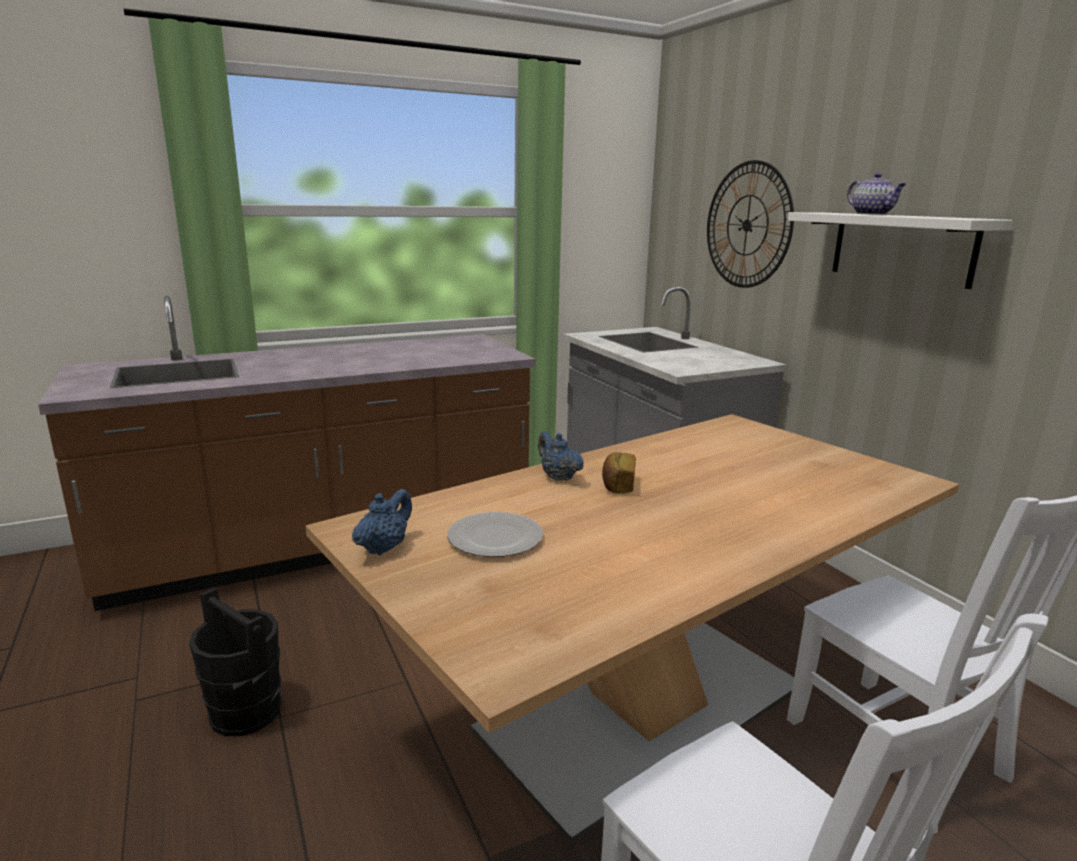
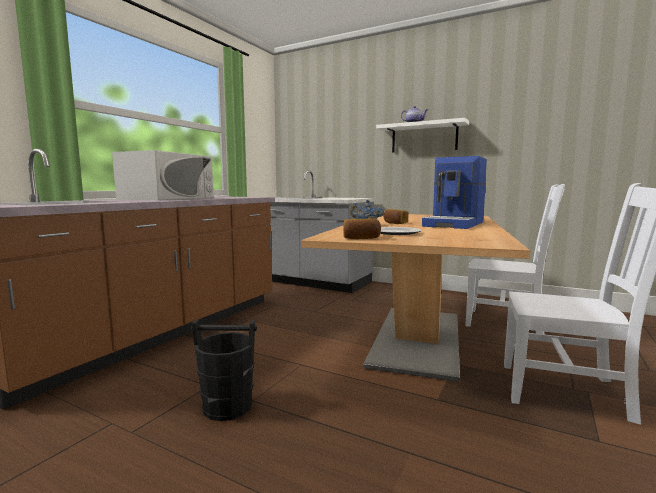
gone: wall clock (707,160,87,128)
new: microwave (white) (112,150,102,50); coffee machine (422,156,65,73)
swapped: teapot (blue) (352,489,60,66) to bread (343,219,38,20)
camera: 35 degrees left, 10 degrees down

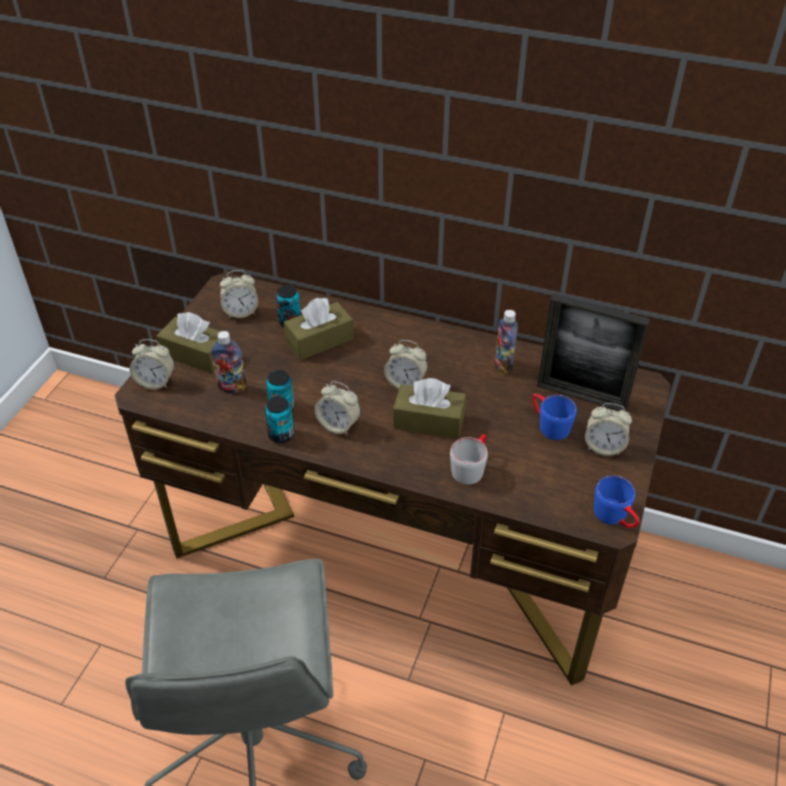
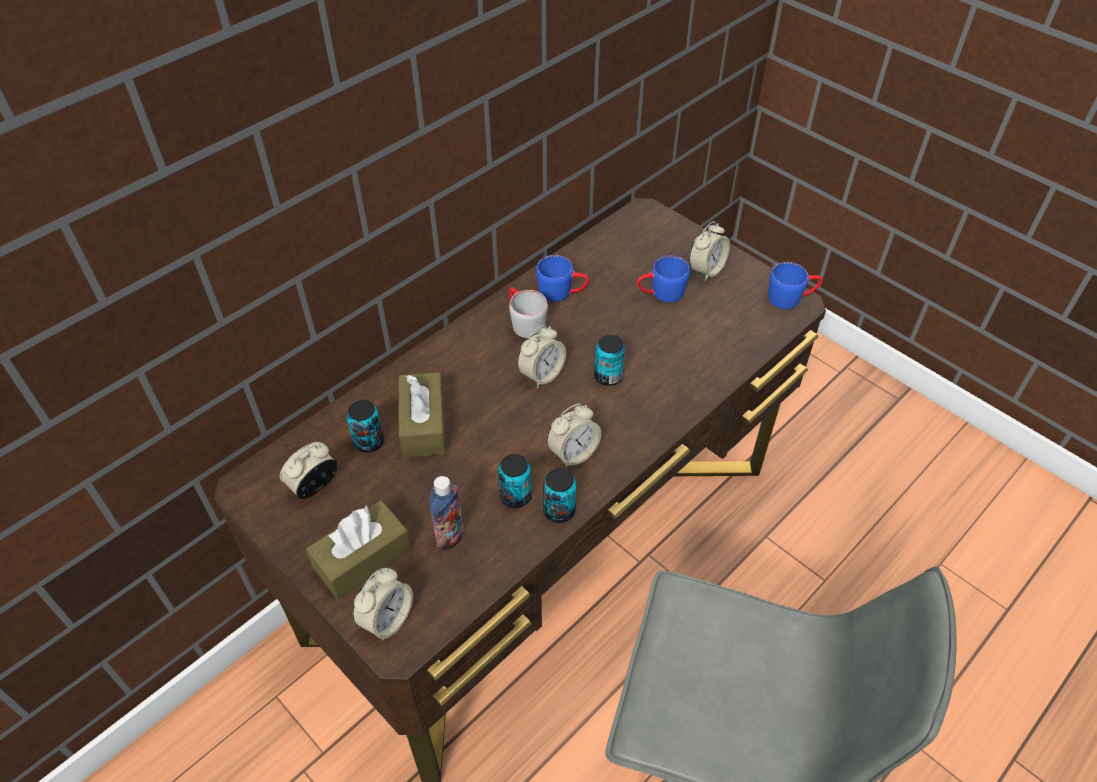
gone: picture frame (537,293,113,118)
shifted: mug (grey) (450,434,38,51) to (509,288,39,50)
swapped: tissue box (brown) (393,378,73,61) to can (594,335,31,51); bottle (495,310,23,64) to mug (blue) (536,255,53,47)
rotated: alarm clock (220,270,38,48) = (280,442,58,57) 150 degrees counterclockwise
camera: 65 degrees left, 5 degrees up

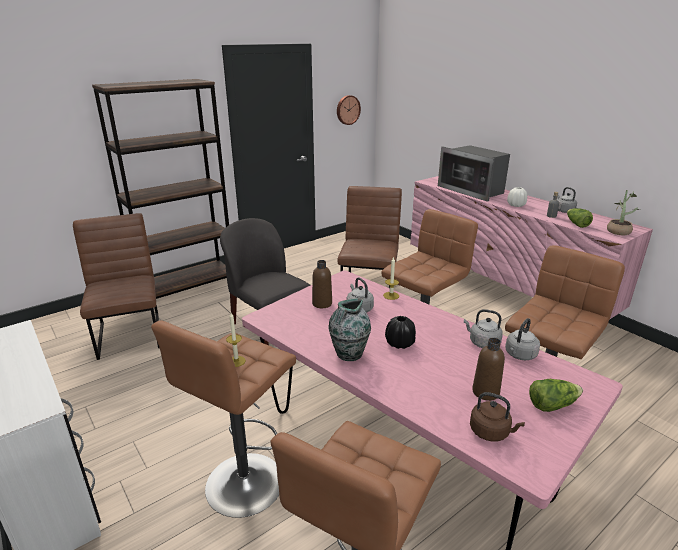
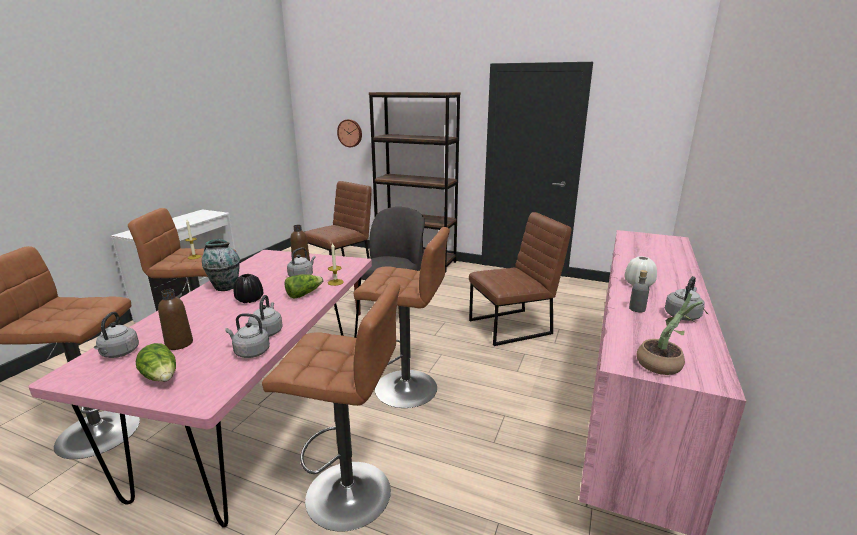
gone: microwave (438,145,72,57)
shifted: wall clock (337,95,24,30) to (337,119,25,28); lettuce (567,208,26,20) to (285,274,39,25)
repainted: kettle (brown) (470,392,55,50) to kettle (grey) (94,312,45,46)
camera: 60 degrees right, 5 degrees down

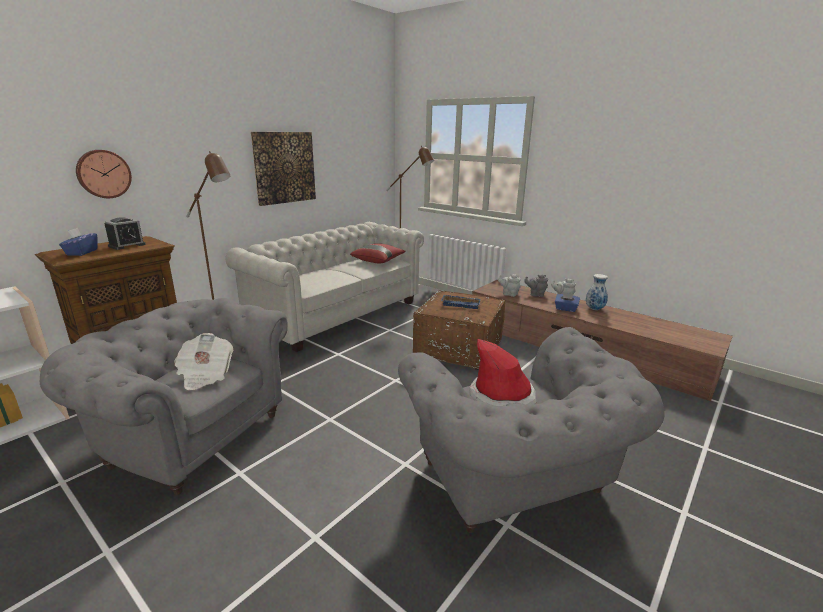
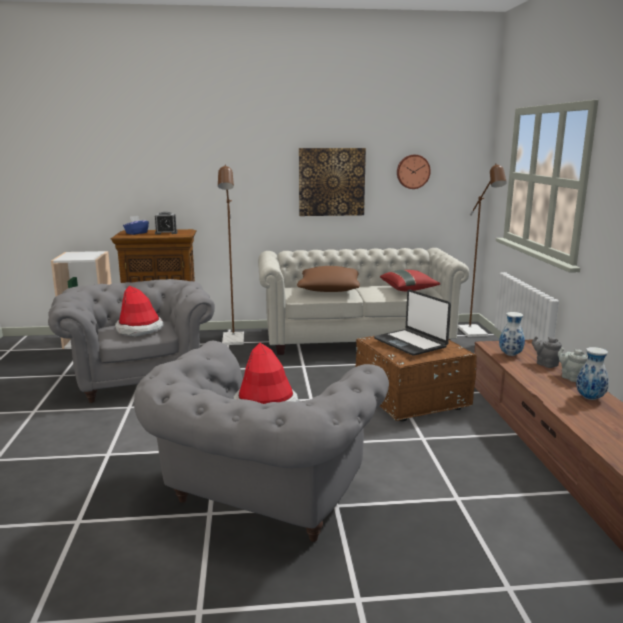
gone: tissue box (blue) (555,293,25,19)
new: pillow (brown) (297,266,63,26)
shifted: wall clock (76,150,56,48) to (397,155,34,34)
swapped: newspaper (174,333,59,57) to hat (115,286,48,51); tray (blue) (441,295,40,14) to laptop (374,289,77,67); teapot (grey) (498,274,23,23) to vase (499,312,26,44)
camera: 45 degrees right, 5 degrees down

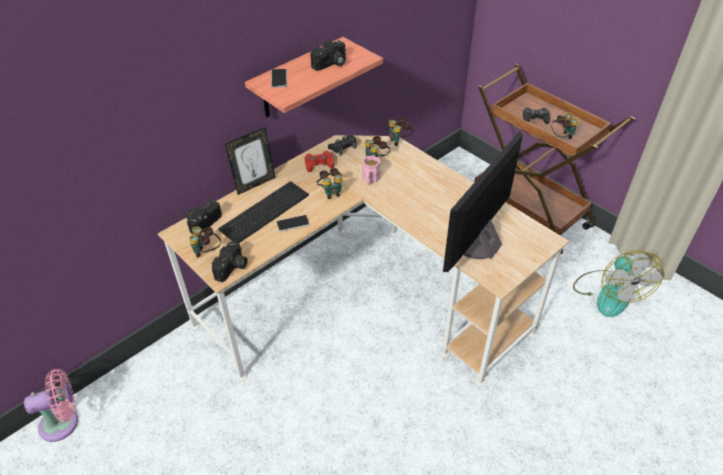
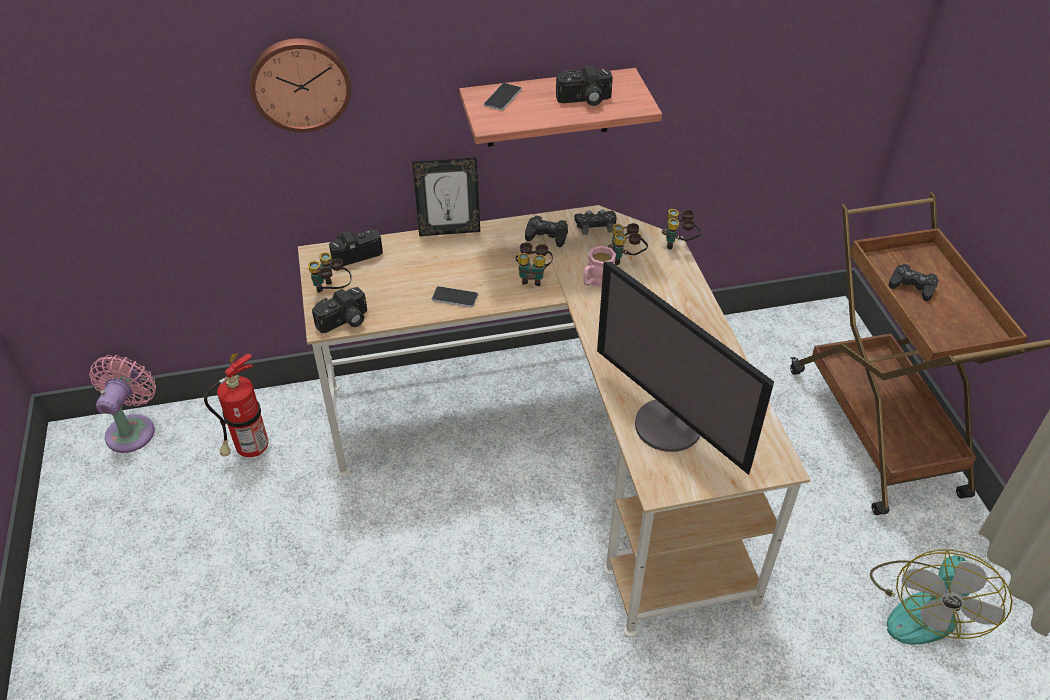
gone: keyboard (218,182,91,61); binoculars (552,113,27,26)
new: fire extinguisher (204,353,64,104); wall clock (250,38,101,94)
repainted: game controller (red) (305,151,29,21) to game controller (black) (525,216,43,31)
rotated: fan (pink) (24,369,54,73) = (89,355,67,98) 90 degrees counterclockwise; monitor (443,131,80,141) = (597,262,177,213) 105 degrees counterclockwise
camera: 30 degrees right, 0 degrees up

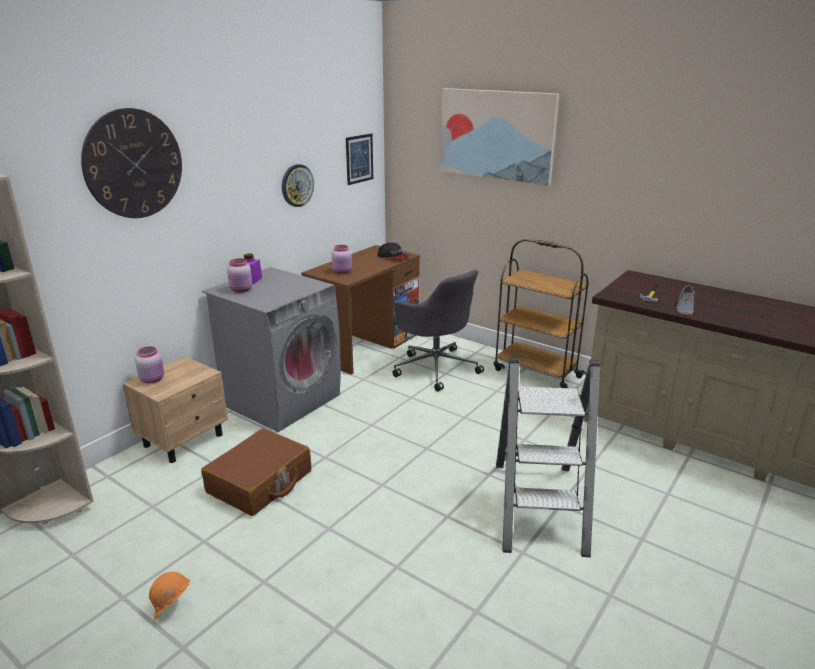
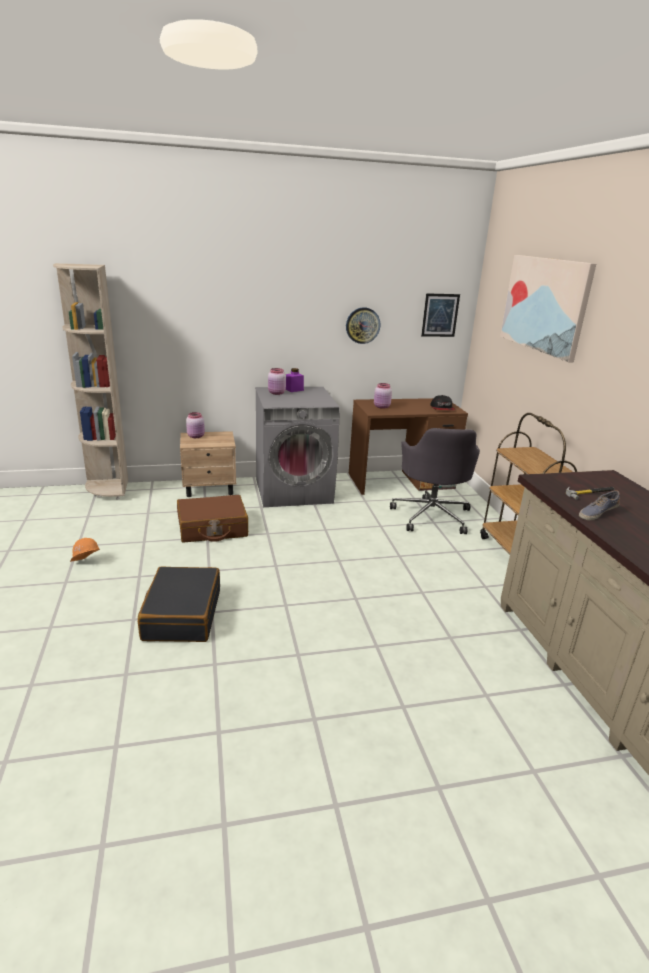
gone: wall clock (81,108,101,110); step ladder (grey) (496,357,104,200)
new: suitcase (black) (138,567,82,75)
camera: 40 degrees right, 0 degrees up

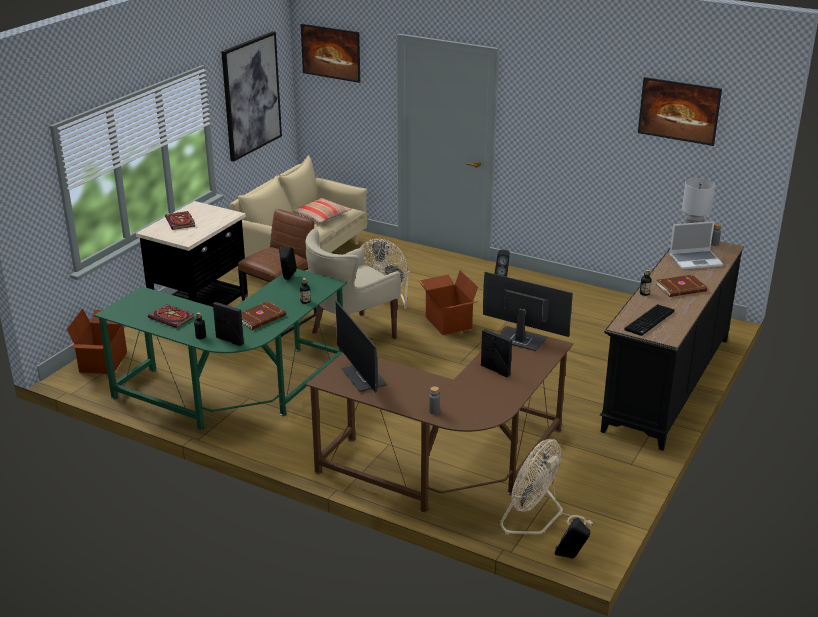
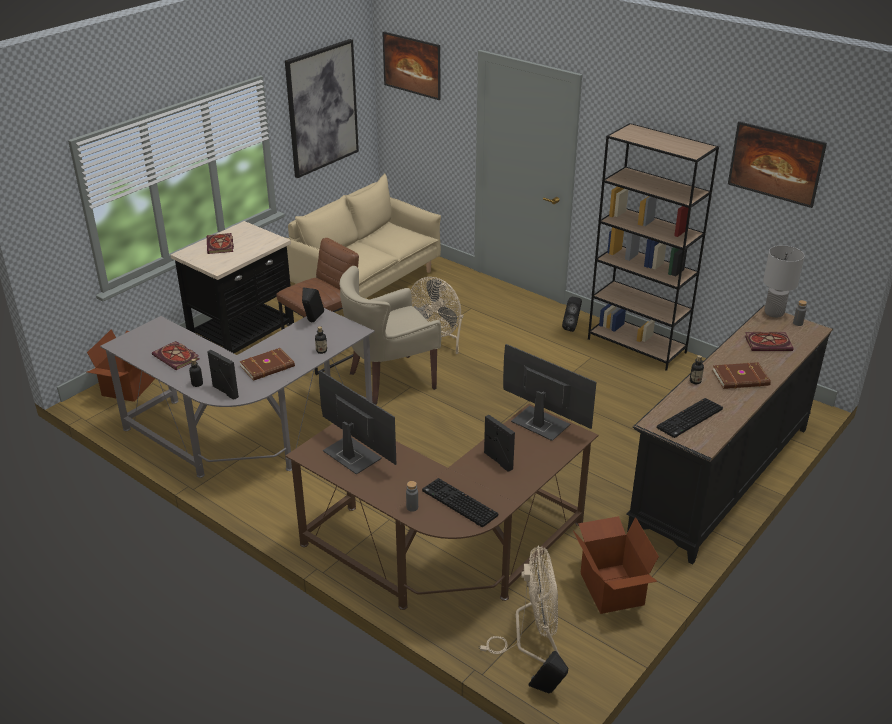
gone: pillow (292,198,59,25)
new: keyboard (422,478,76,49); bookcase (beige) (588,123,131,248)
shifted: cardboard box (419,271,59,64) to (573,516,86,98)
swapped: laptop (669,221,54,49) to book (745,332,49,19)
repainted: desk (green) (94,269,253,161) to desk (grey) (100,308,275,170)
rotated: monitor (336,301,51,92) = (319,370,77,105) 150 degrees clockwise; fan (beige) (500,439,94,96) = (479,546,80,117) 135 degrees clockwise
camera: 10 degrees right, 5 degrees up

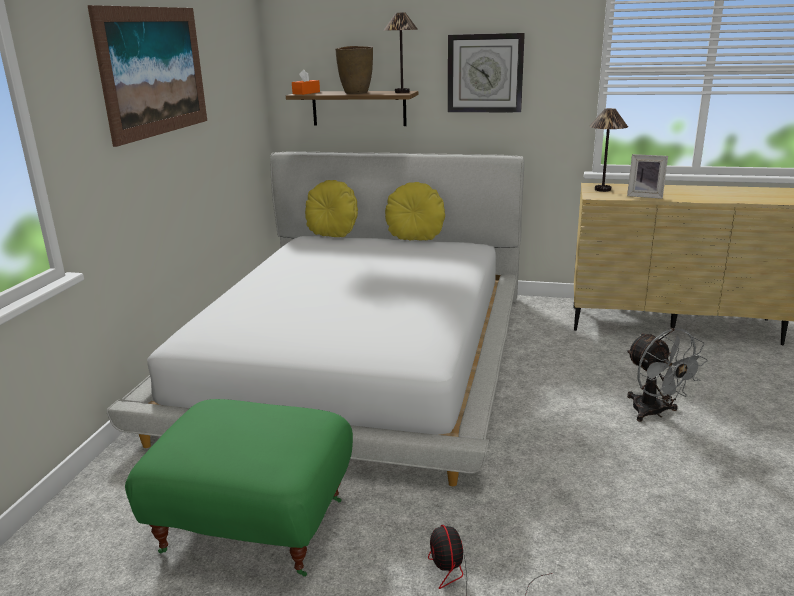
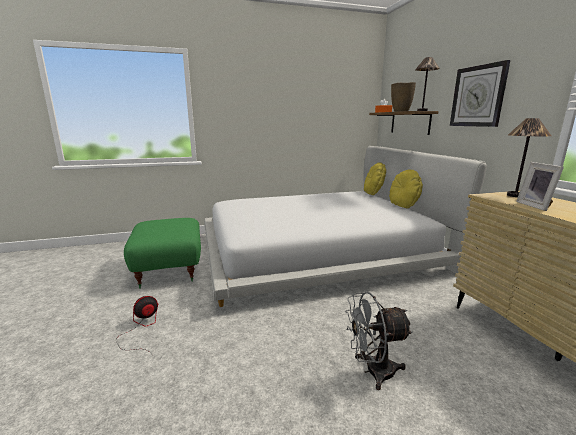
gone: picture (87,5,120,142)
rotated: fan (grey) (627,328,81,94) = (345,292,68,98) 45 degrees clockwise
camera: 60 degrees right, 5 degrees down

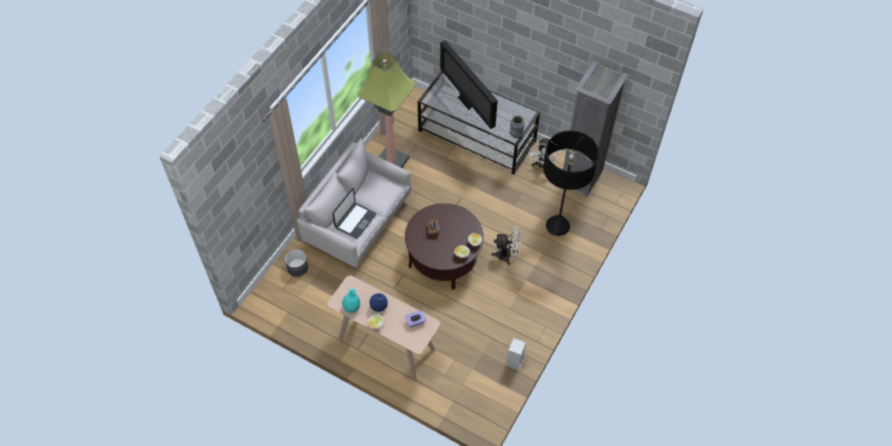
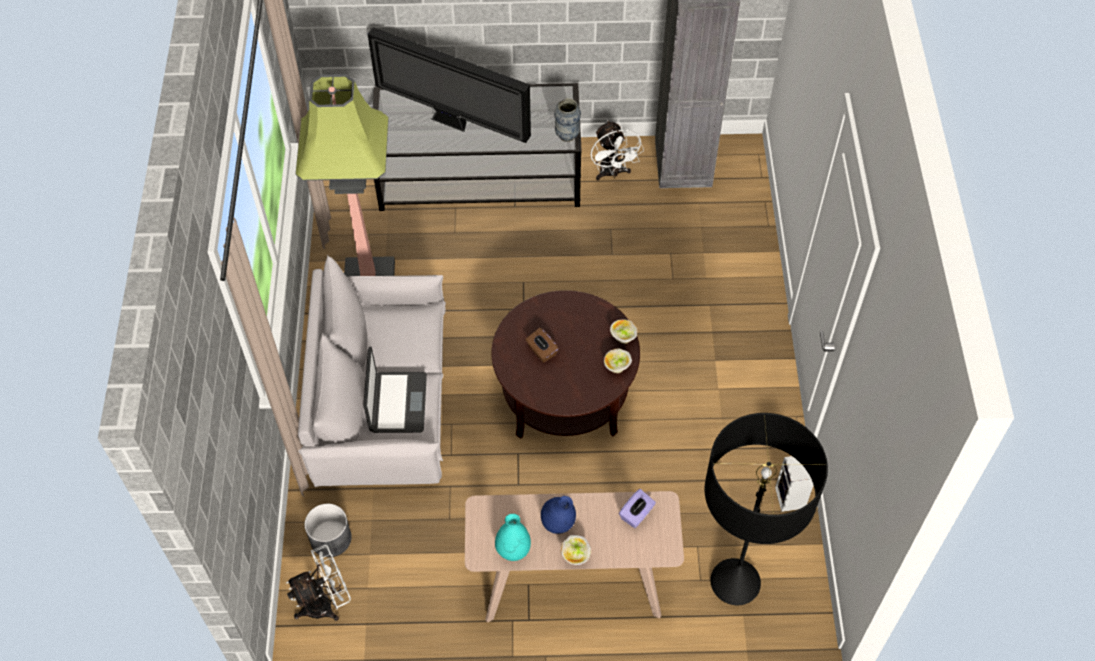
shifted: fan (white) (491,226,30,39) to (286,545,65,76); floor lamp (black) (543,131,56,105) to (705,413,123,192)
camera: 30 degrees left, 0 degrees up

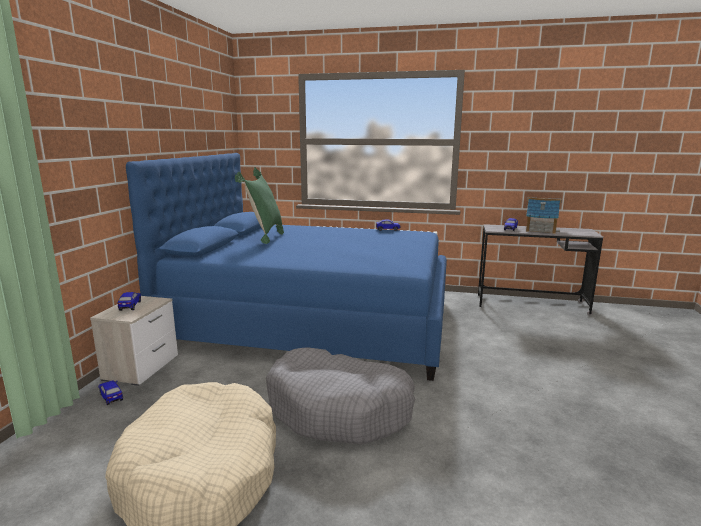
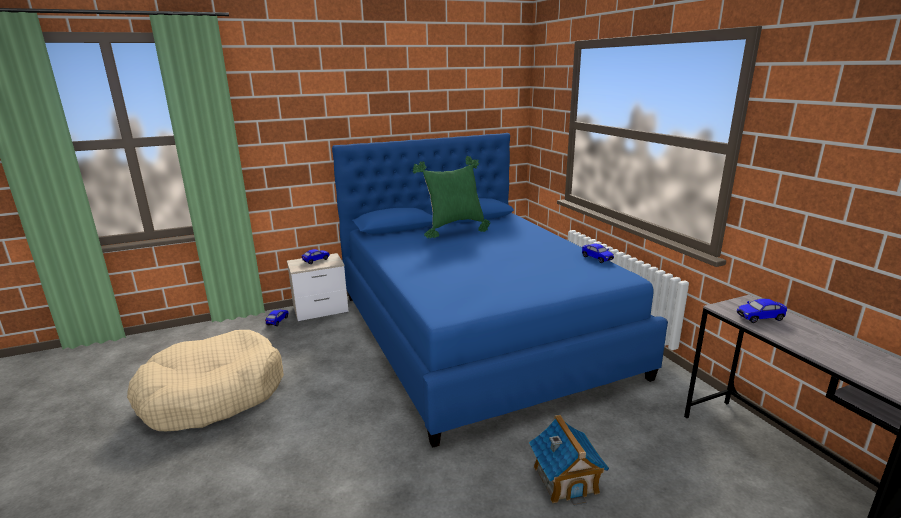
gone: dog bed (grey) (266,347,149,98)
shifted: toy house (526,197,36,37) to (529,415,80,91)
camera: 55 degrees right, 5 degrees up

